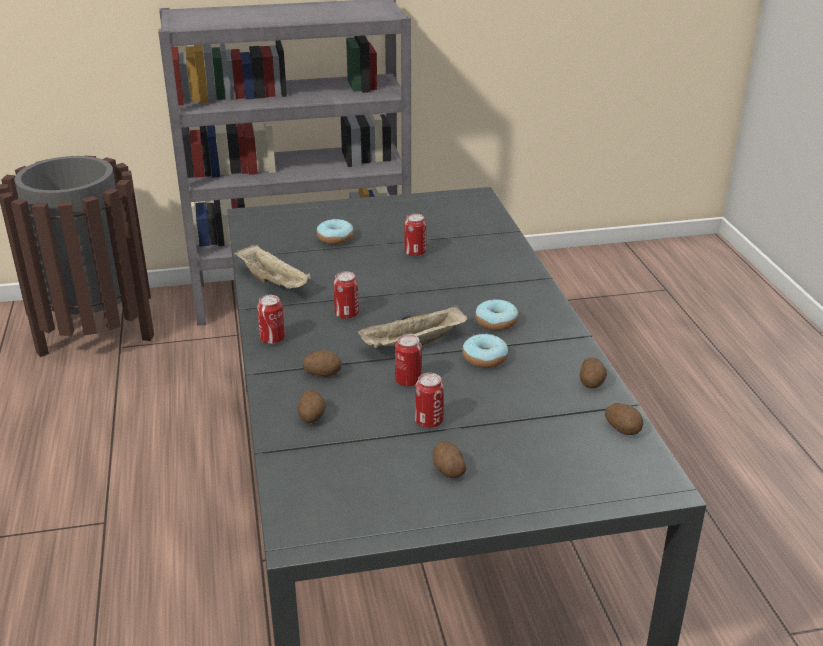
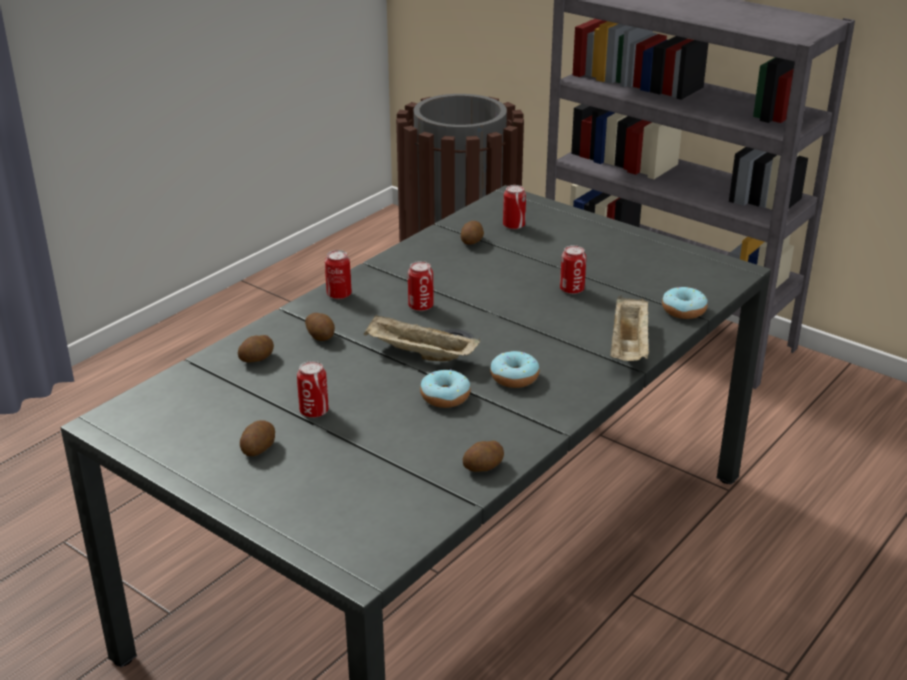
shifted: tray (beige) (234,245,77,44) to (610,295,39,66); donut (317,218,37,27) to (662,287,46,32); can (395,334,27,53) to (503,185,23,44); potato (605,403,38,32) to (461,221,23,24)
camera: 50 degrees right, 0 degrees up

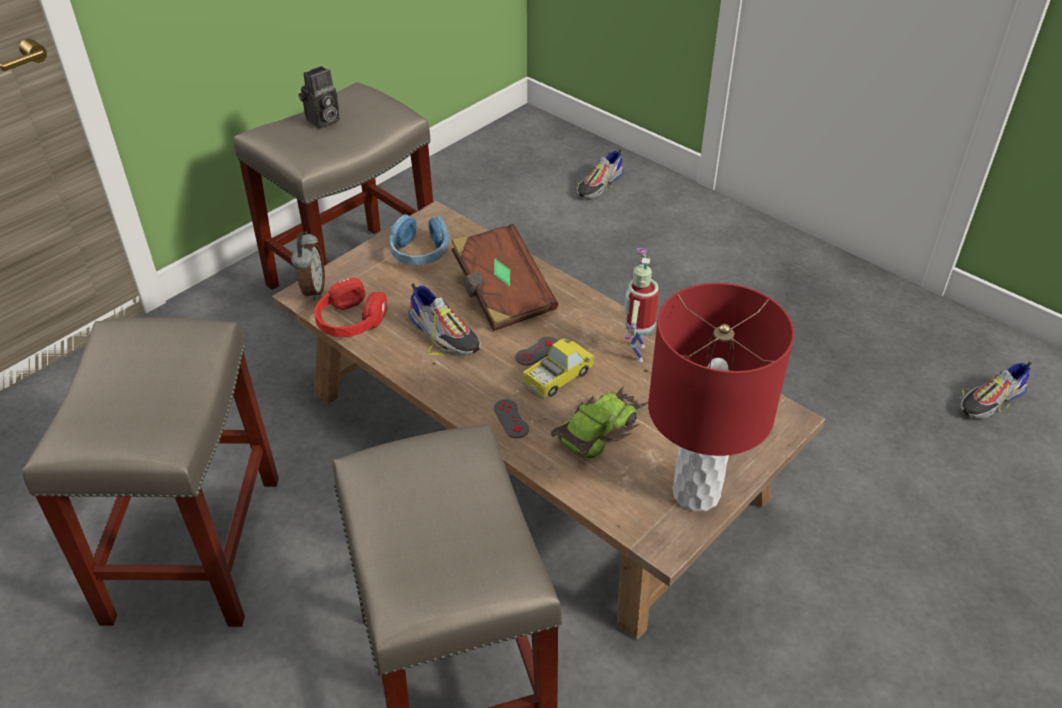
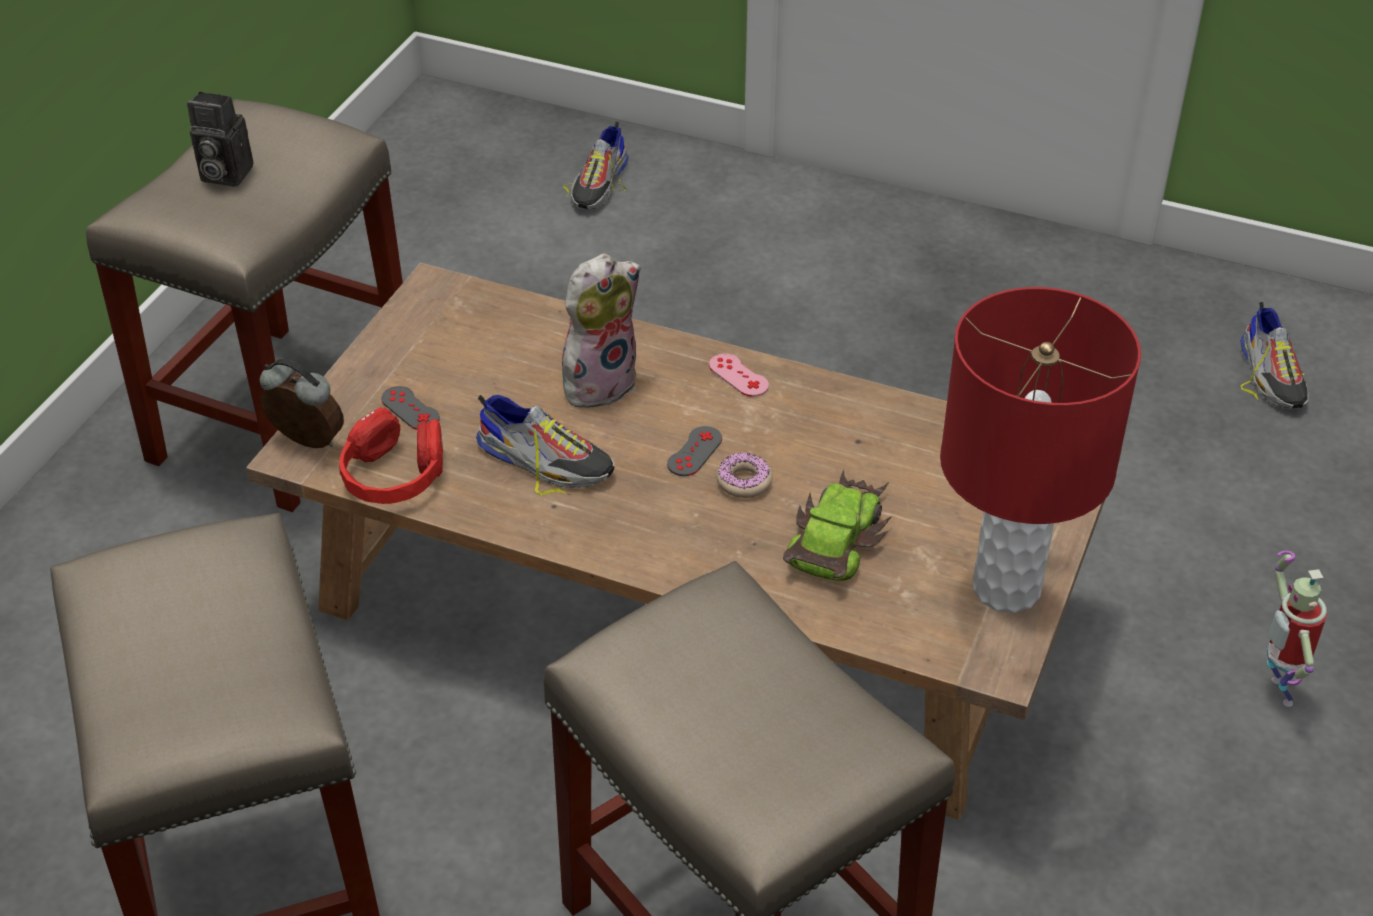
gone: headphones (blue) (390,214,59,51)
new: game controller (pink) (709,353,60,44)
shifted: game controller (grey) (494,399,35,39) to (381,386,59,44); toy robot (624,248,35,114) to (1267,551,60,156)
swapped: book (brown) (451,224,107,107) to plush toy (562,253,79,155); toy truck (523,339,72,60) to donut (716,452,57,46)
rotated: alarm clock (291,232,34,69) = (260,359,84,89) 45 degrees counterclockwise; photo camera (299,66,41,63) = (187,92,66,95) 75 degrees clockwise; shoe (960,362,71,57) = (1240,302,69,106) 45 degrees counterclockwise
camera: 20 degrees left, 0 degrees up

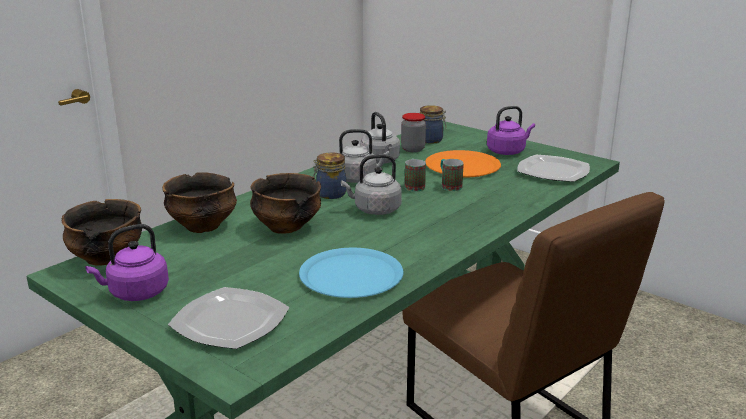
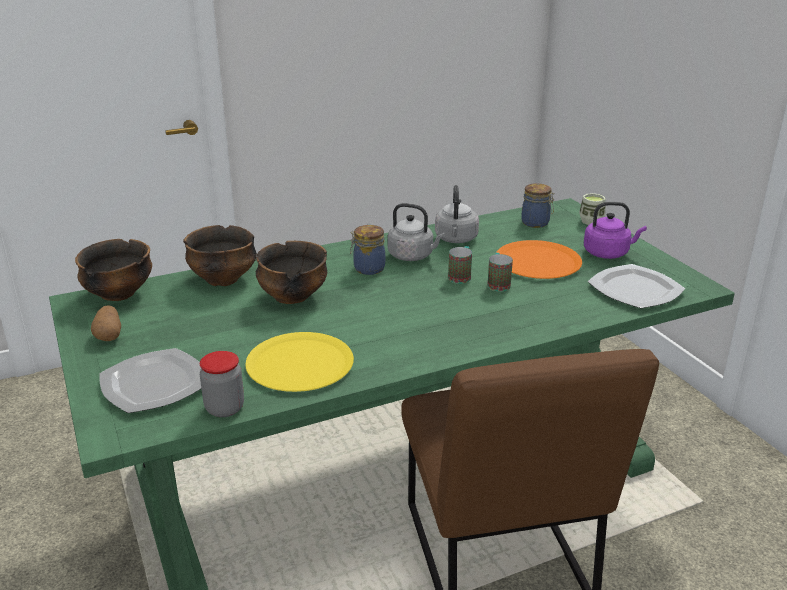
gone: kettle (grey) (341,154,61,61)
new: cup (579,193,27,32)
shifted: jar (401,113,25,39) to (200,351,44,66)
swapped: kettle (purple) (85,224,84,77) to potato (91,305,30,36)
repainted: plate (blue) (299,248,105,50) to plate (yellow) (245,332,109,60)
camera: 25 degrees right, 5 degrees up

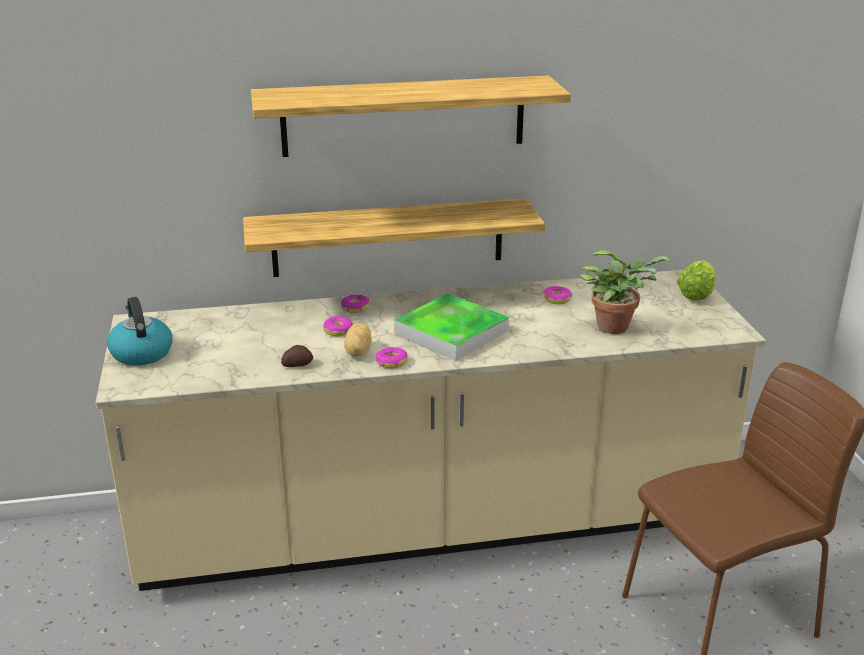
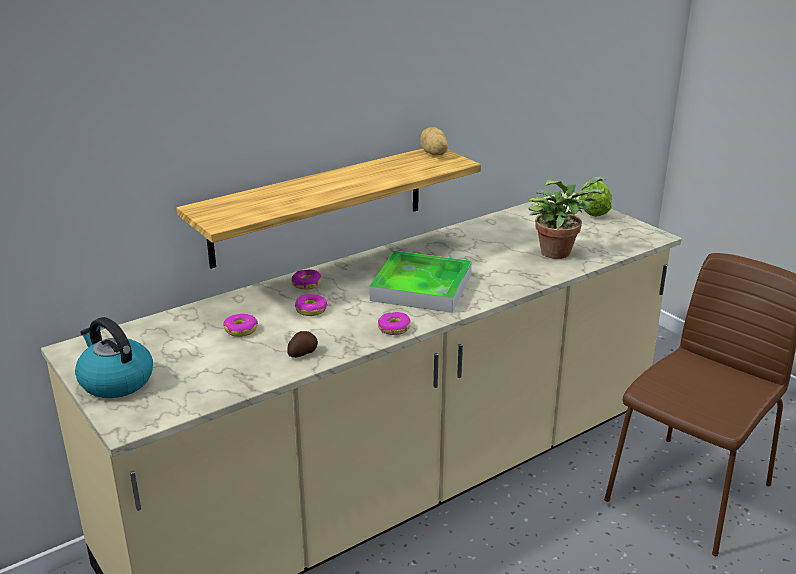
gone: shelf (251,76,320,81)
shifted: potato (344,323,28,34) to (420,127,28,29); donut (543,286,29,18) to (223,314,35,23)
camera: 25 degrees left, 0 degrees up

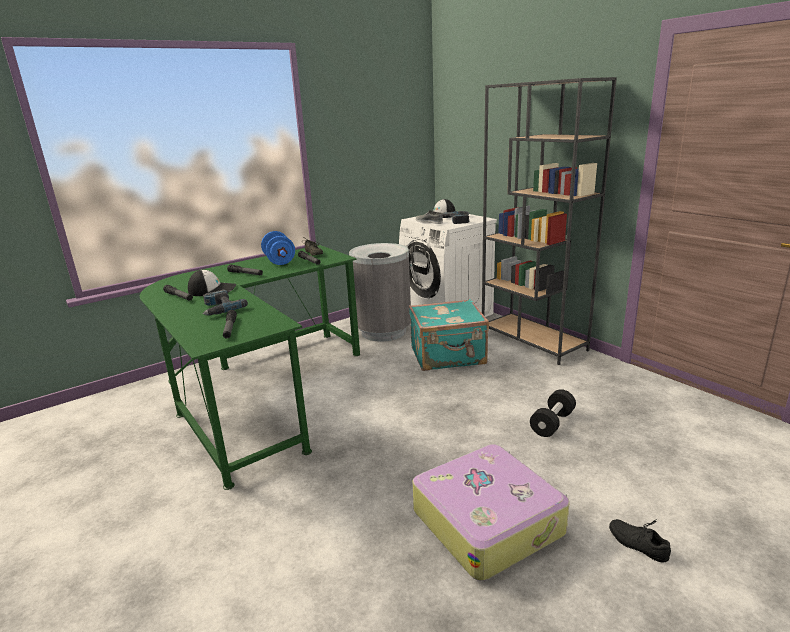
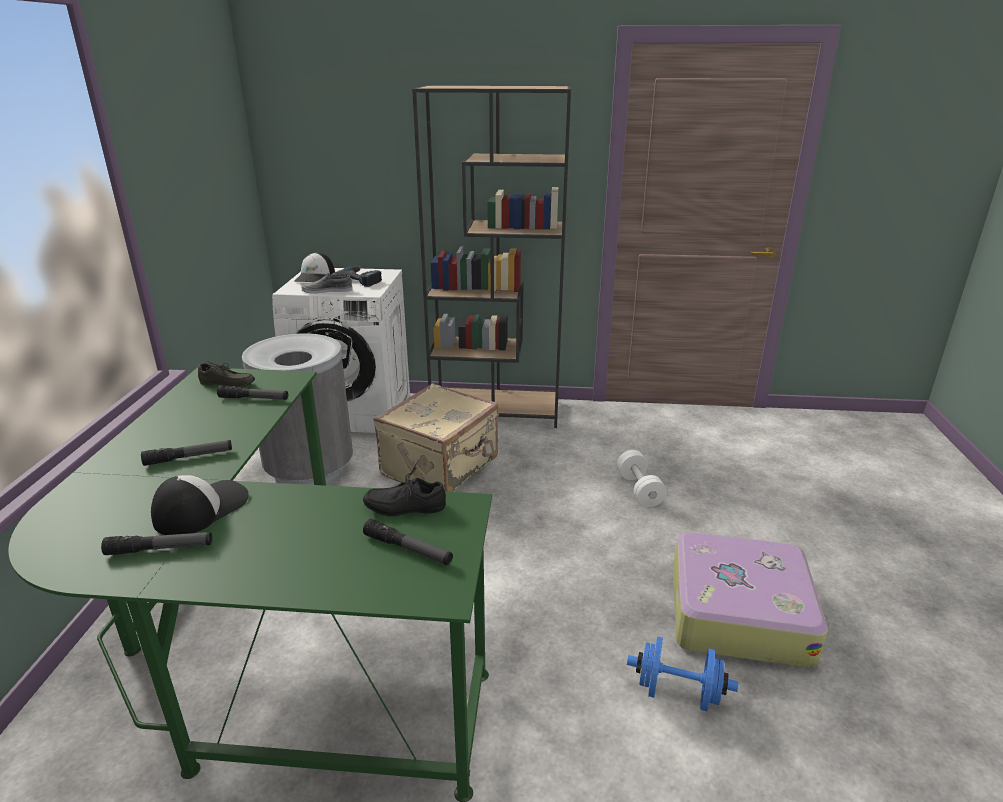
gone: power drill (202,289,46,26)
shifted: dumbbell (blue) (261,231,34,34) to (627,636,111,75); shoe (black) (609,519,62,44) to (363,463,83,53)
repainted: suitcase (turquoise) (409,299,80,72) to suitcase (beige) (373,383,126,109); dumbbell (black) (530,389,46,48) to dumbbell (white) (617,450,50,57)
camera: 50 degrees left, 5 degrees up

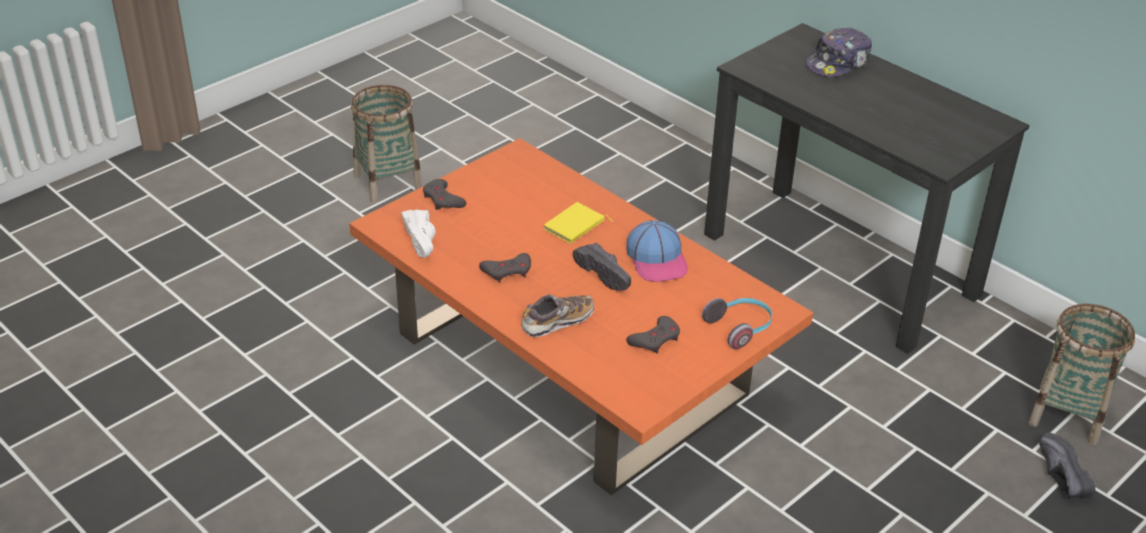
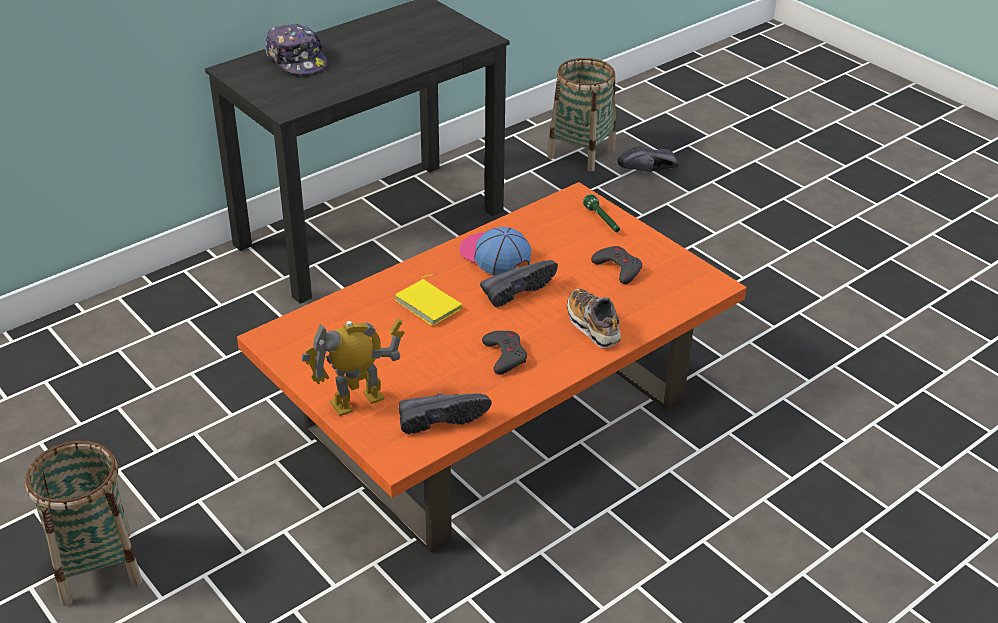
swapped: game controller (grey) (423,179,43,31) to toy robot (301,318,104,98); headphones (702,298,70,51) to flashlight (green) (583,194,37,38)
repainted: shoe (white) (401,210,35,48) to shoe (black) (399,393,93,41)
rotated: cap (626,220,62,62) = (459,227,72,49) 120 degrees counterclockwise
camera: 85 degrees left, 0 degrees up

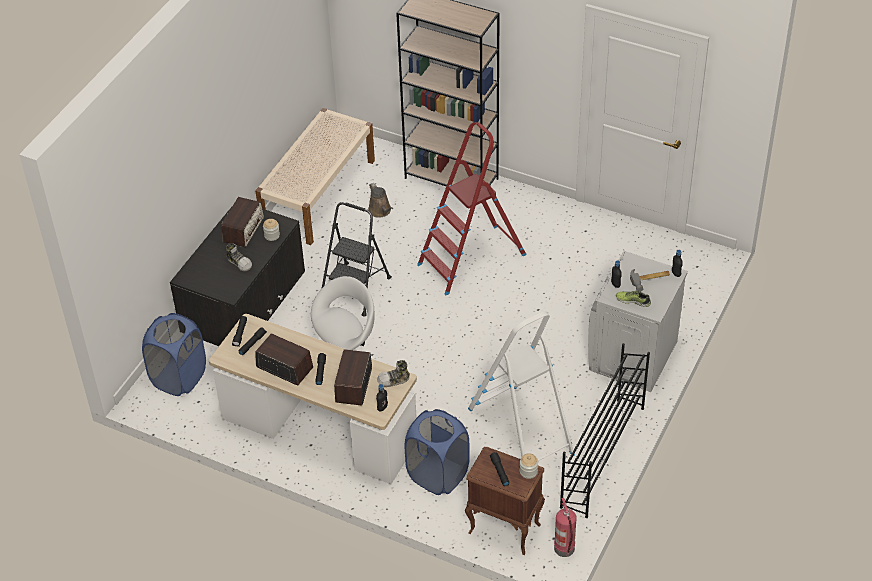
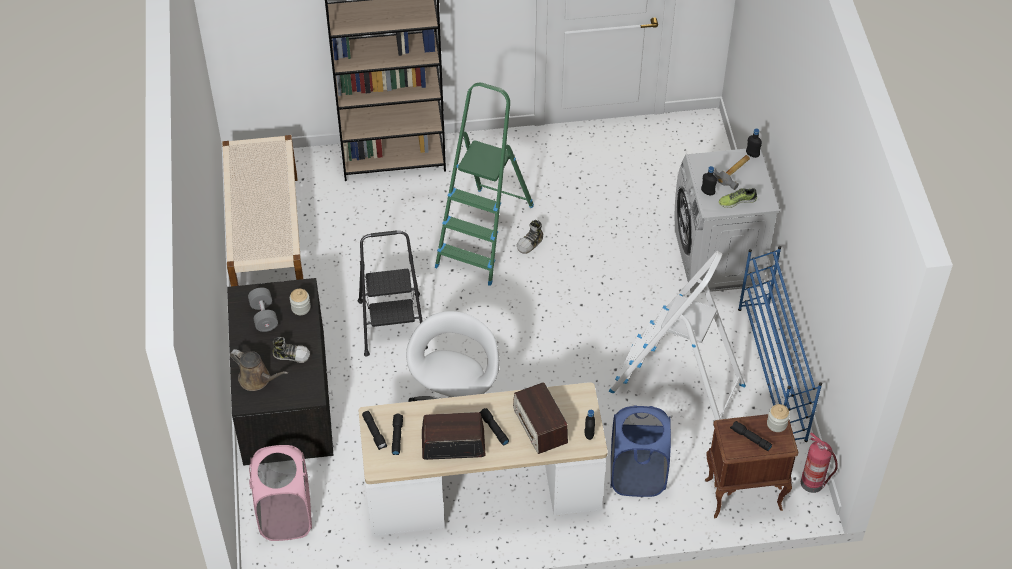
shifted: watering can (brown) (368,183,25,35) to (230,349,58,42); shoe (377,360,33,27) to (517,220,26,34)
swapped: radio (221,197,43,50) to dumbbell (grey) (248,288,30,44)
repainted: laundry basket (blue) (142,313,64,83) to laundry basket (pink) (249,445,63,96); step ladder (red) (417,122,109,173) to step ladder (green) (435,83,99,203); shoe rack (black) (560,343,90,175) to shoe rack (blue) (738,246,84,196)
camera: 35 degrees left, 5 degrees up

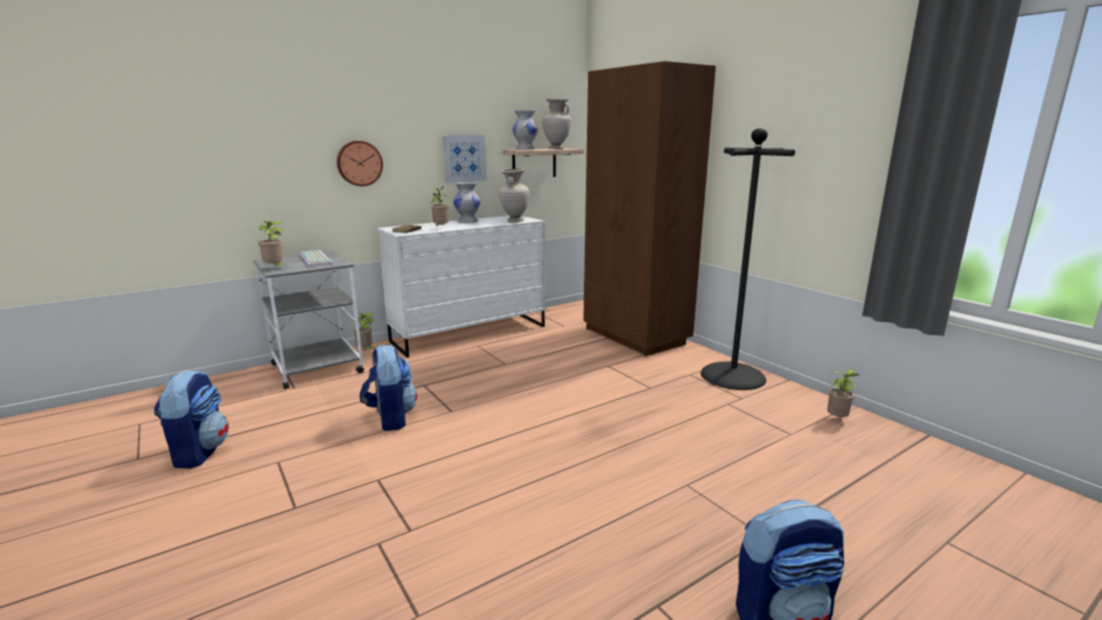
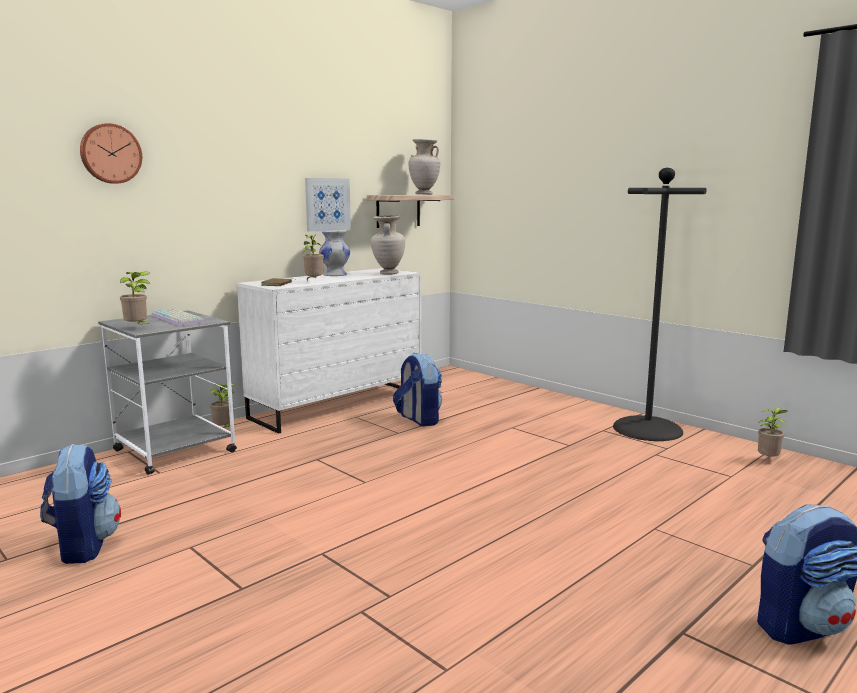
gone: vase (white) (512,110,26,40); wardrobe (brown) (583,61,133,295)
shifted: wall clock (337,141,46,45) to (80,123,62,61); backpack (360,345,57,86) to (393,353,49,73)
camera: 10 degrees left, 5 degrees down

